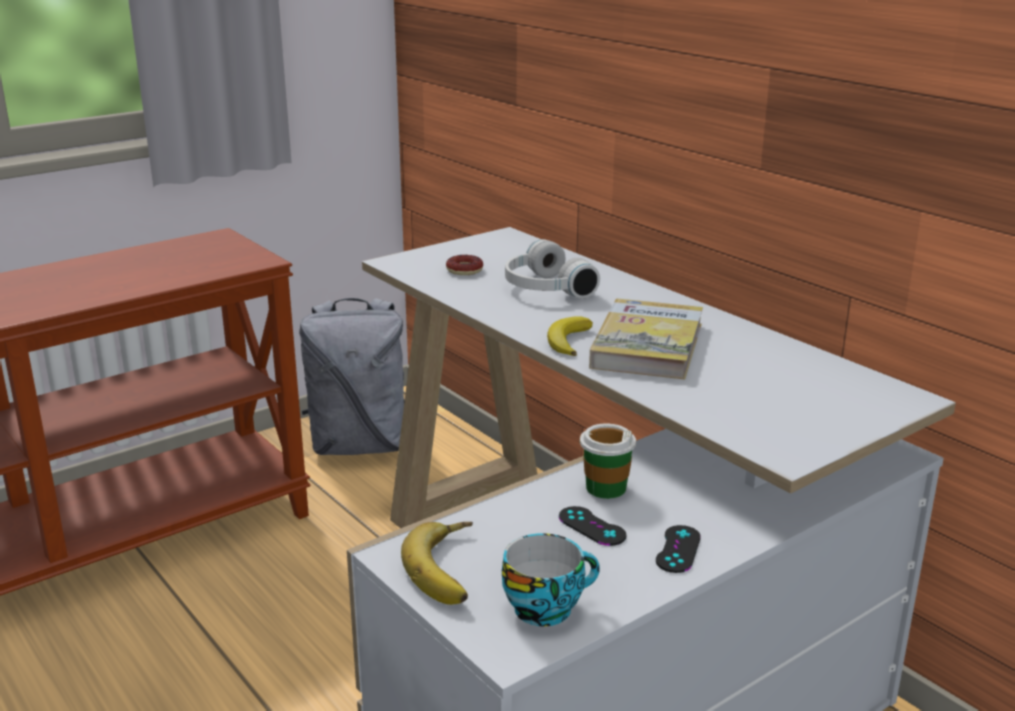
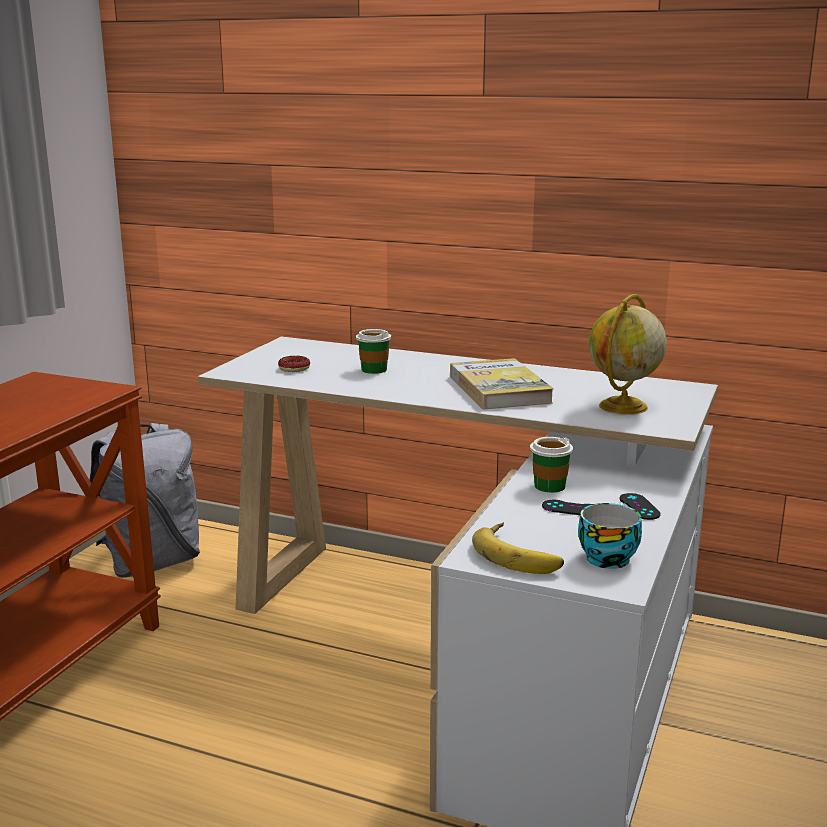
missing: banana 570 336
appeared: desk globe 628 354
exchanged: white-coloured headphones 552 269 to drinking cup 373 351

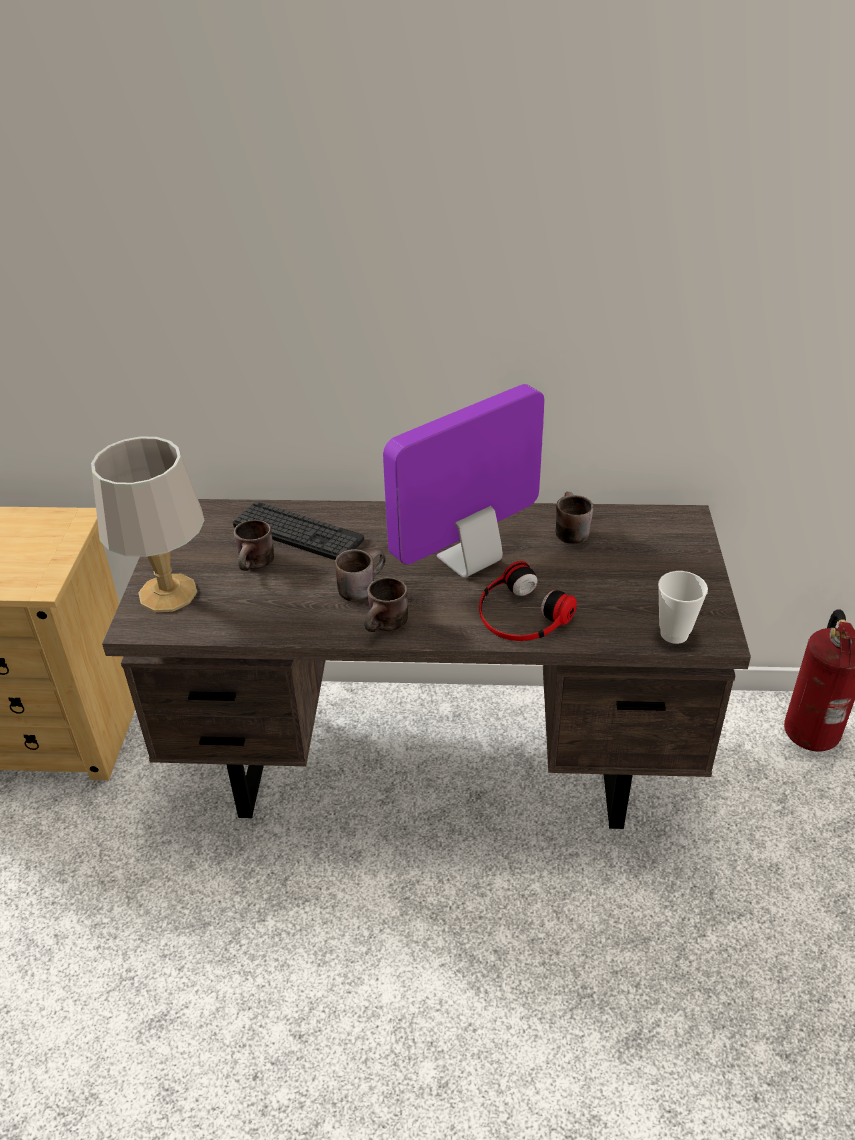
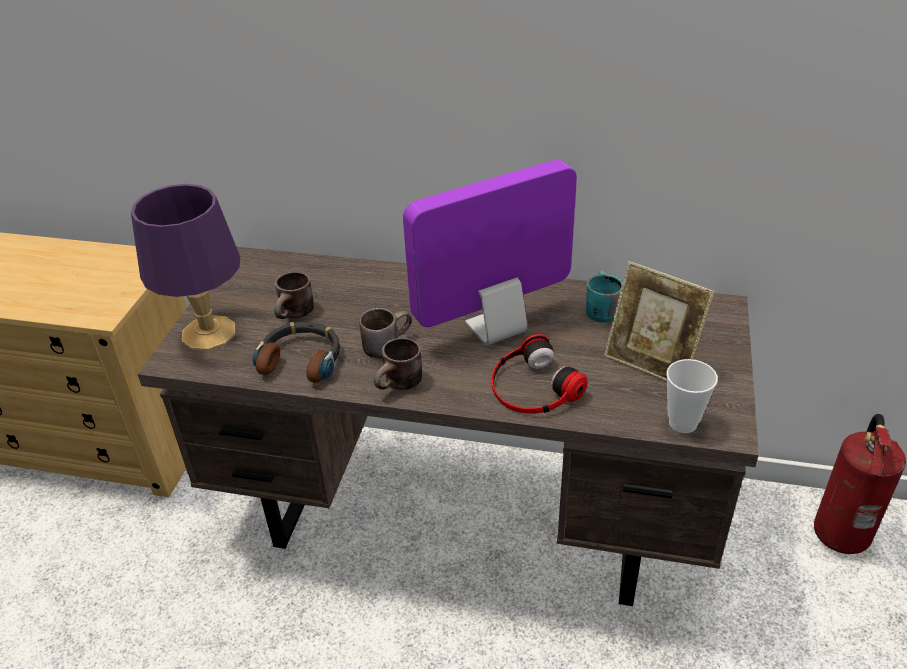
missing: keyboard 298 530
appeared: standing frame 659 321; headphones 296 352
colour: grey tabletop lamp 147 524 to purplish tabletop lamp 185 267; brown coffee mug 574 518 to turquoise coffee mug 604 297

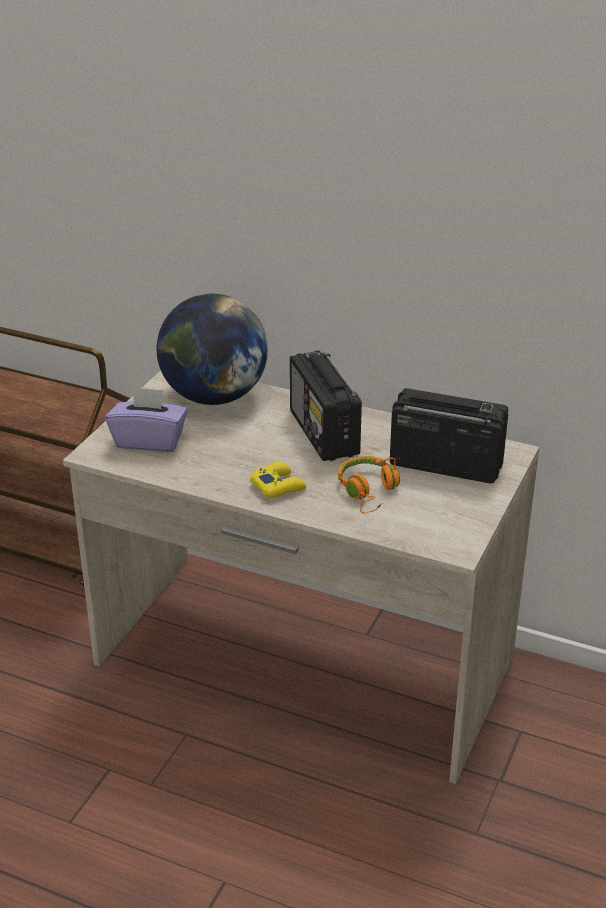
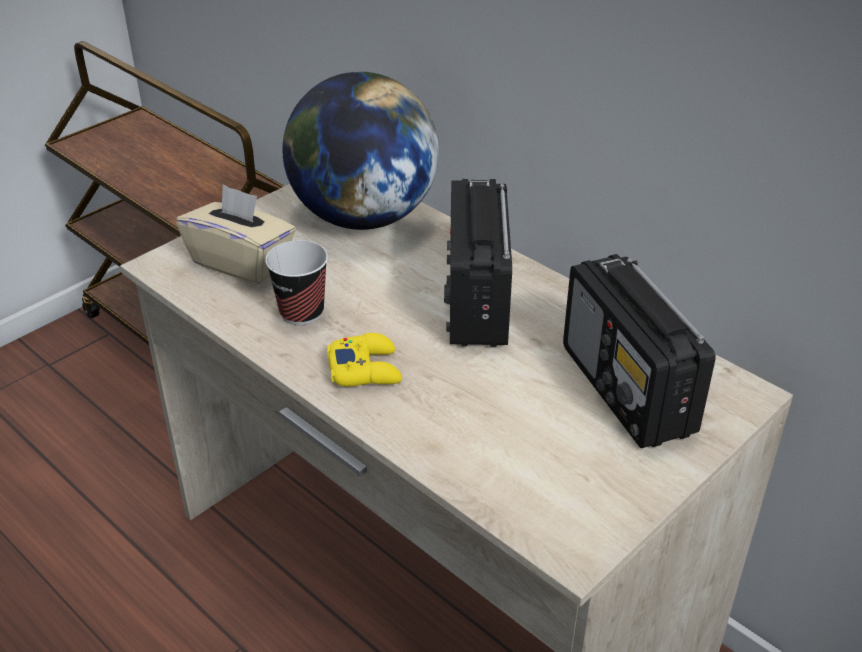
missing: orangey headphones 369 484
appeared: drinking cup 296 282
colour: purplish tissue holder 147 419 to beige tissue holder 236 234
spun: radio set 449 436 = 639 351 150 degrees counterclockwise

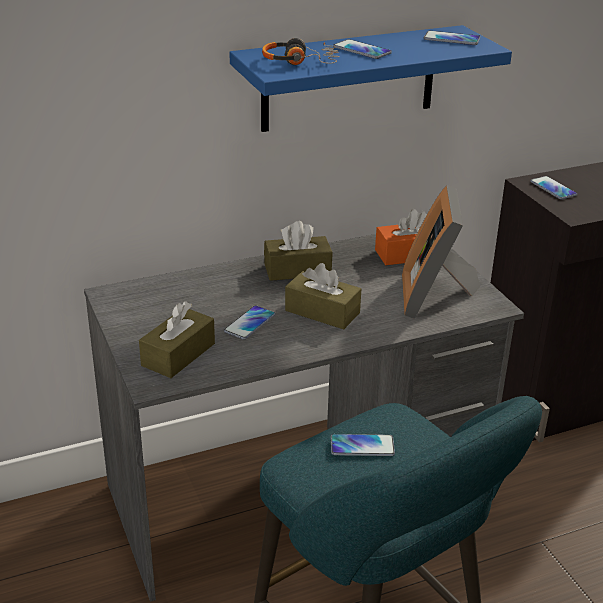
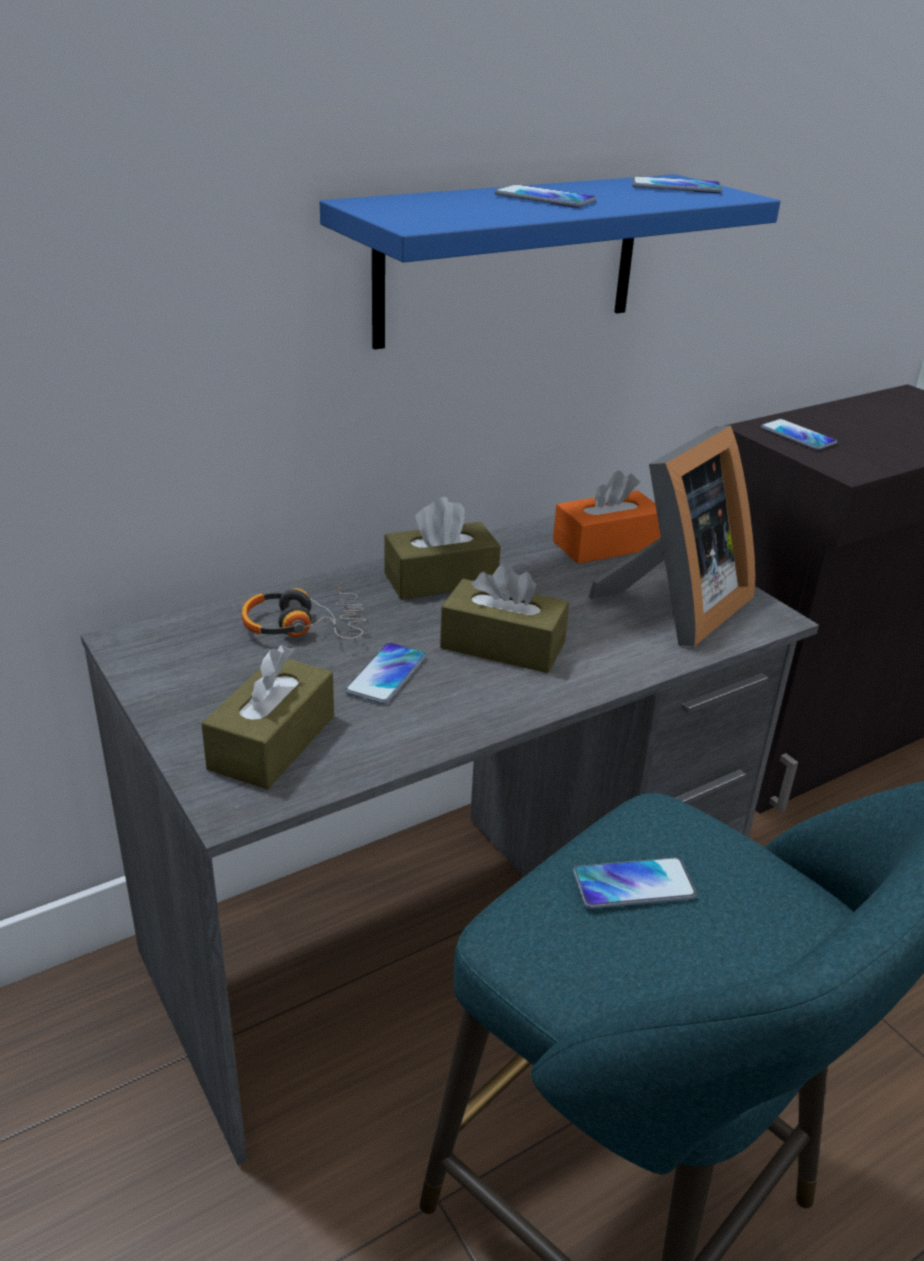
relocated: headphones 301 51 to 304 612
spun: standing frame 441 252 = 672 536 135 degrees counterclockwise

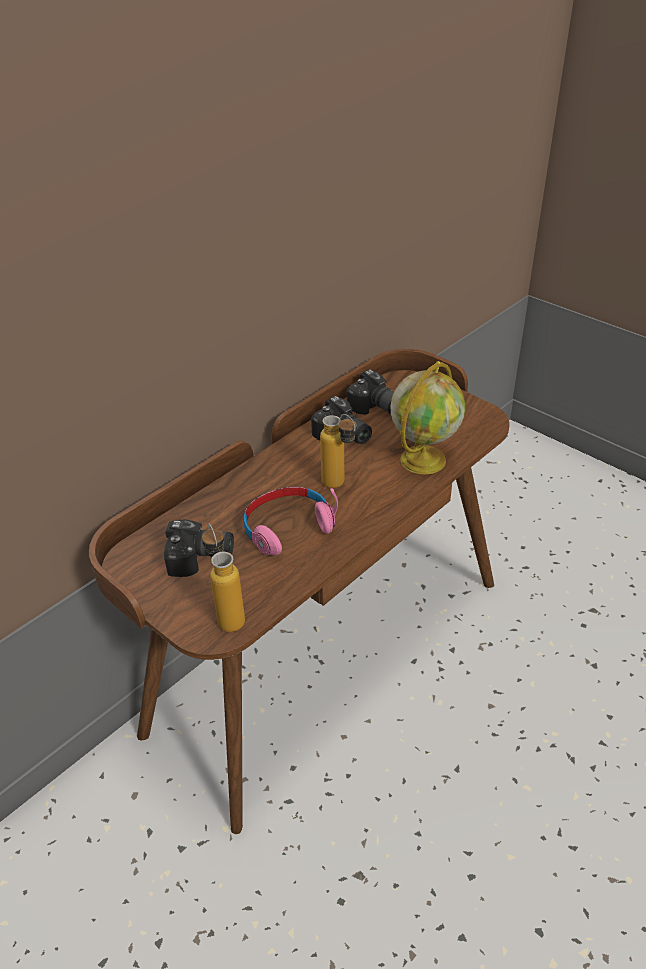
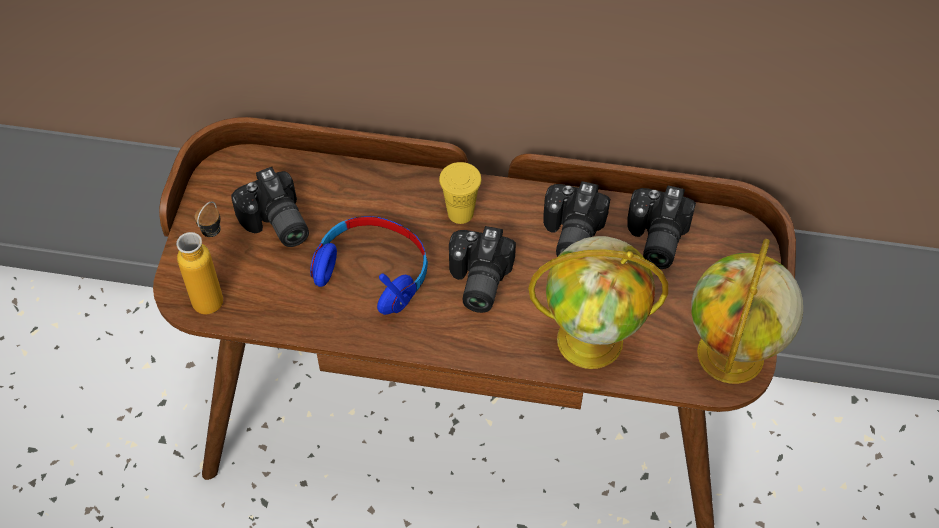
appeared: yellow-coloured drinking cup 460 193; desk globe 747 311
exchanged: bottle 338 451 to photo camera 482 269
colour: pinkish headphones 290 521 to blue headphones 369 265

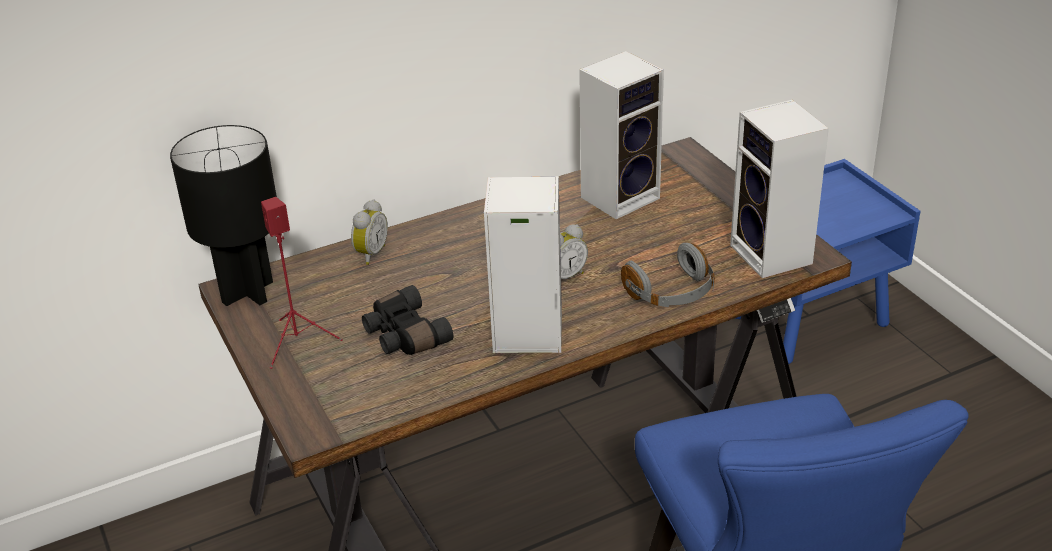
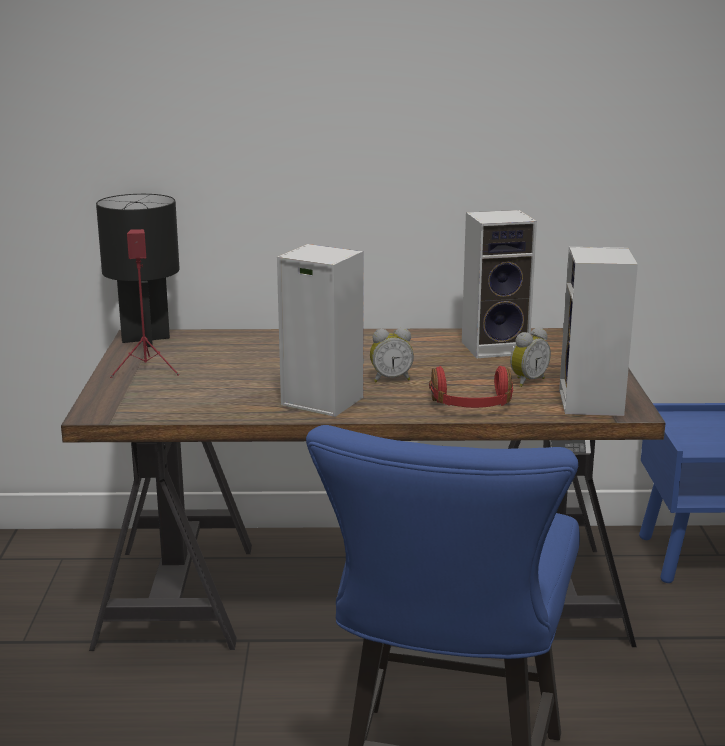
missing: black-coloured binoculars 408 320
relocated: table clock 369 232 to 530 357
colour: grey headphones 668 275 to red-coloured headphones 471 387

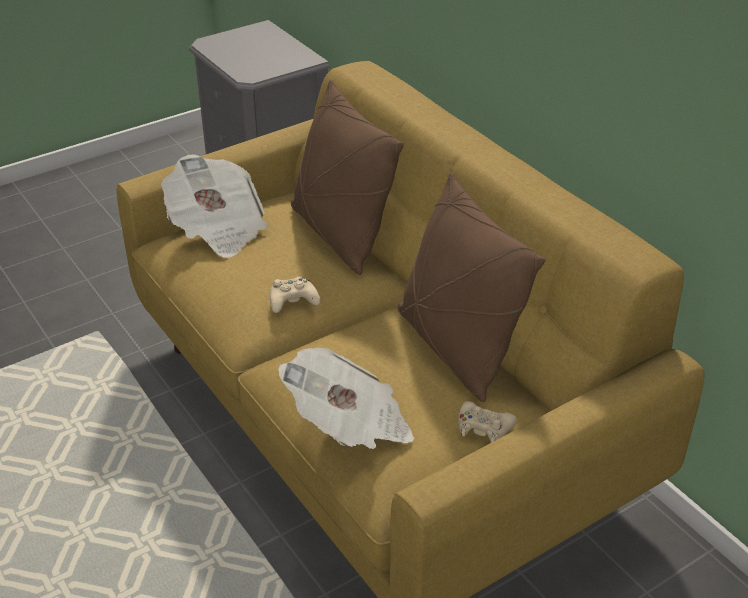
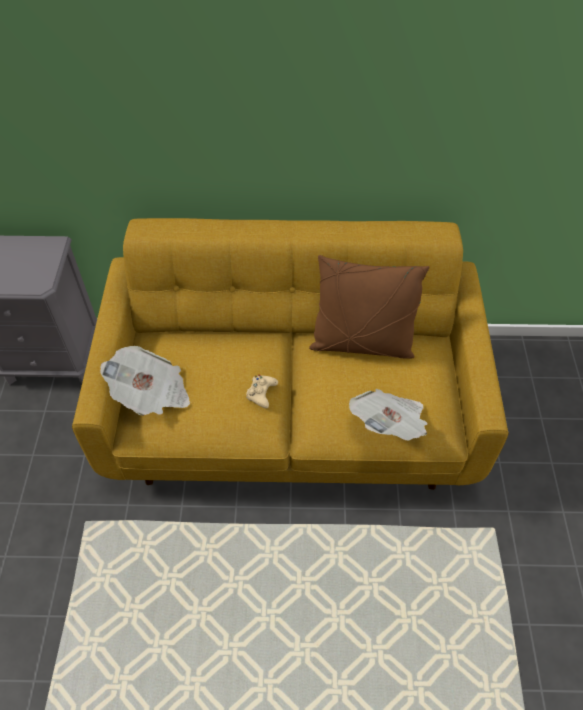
missing: brown throw pillow 347 177; beige game controller 487 422

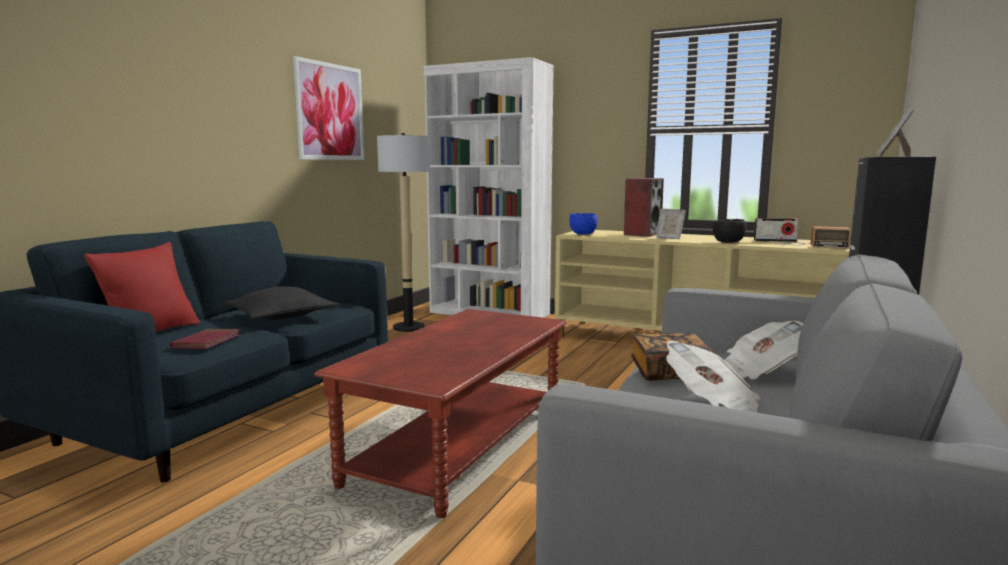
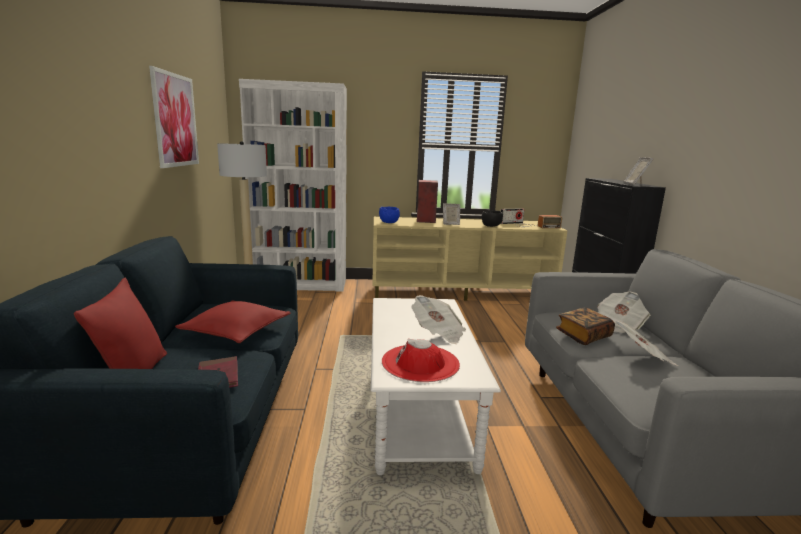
appeared: printed paper 439 319; red-coloured clothing hat 421 360
colour: black-coloured throw pillow 282 303 to red-coloured throw pillow 233 321; brown coffee table 440 413 to white-coloured coffee table 436 386

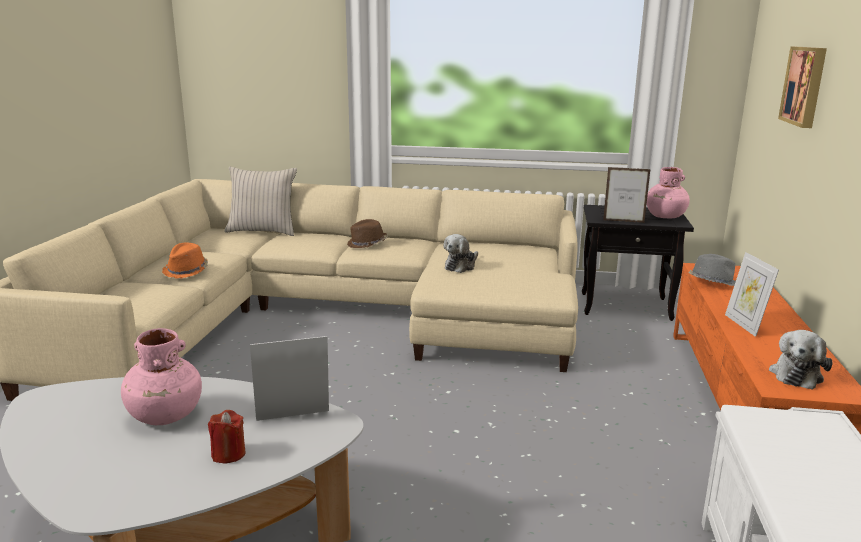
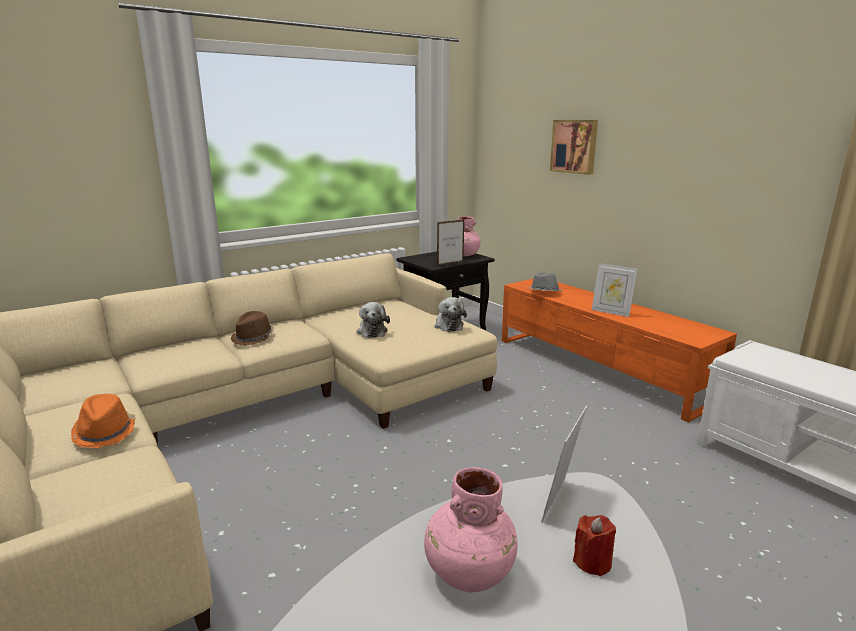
missing: beige throw pillow 260 201
relocated: soft toy 801 359 to 450 314

